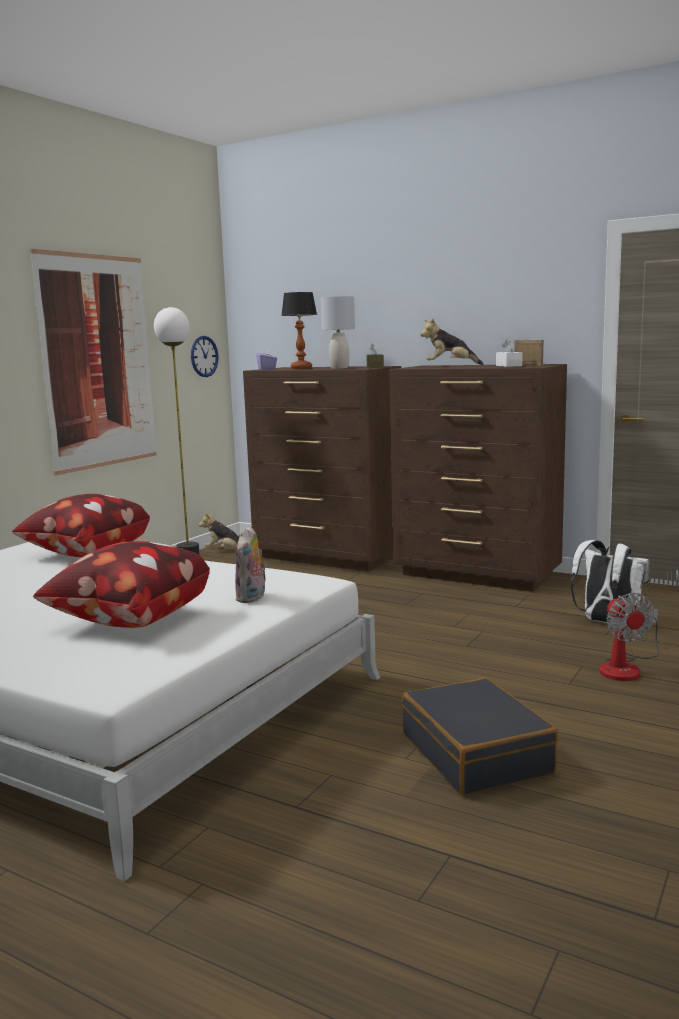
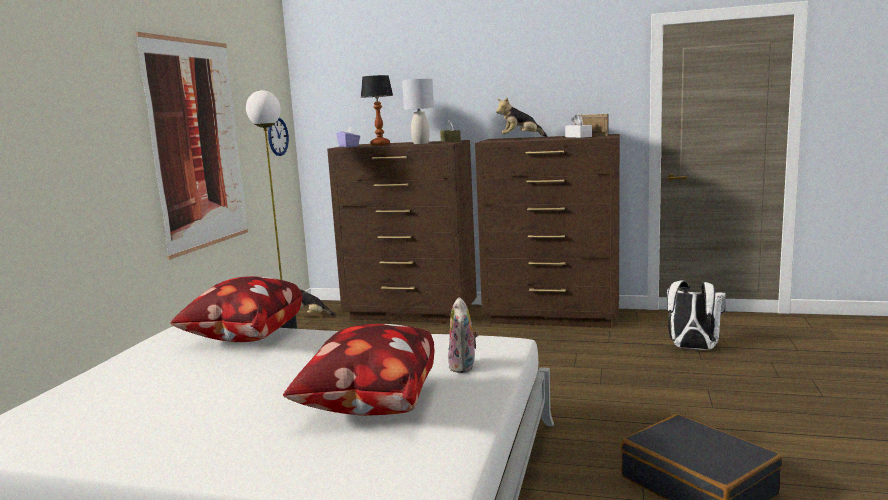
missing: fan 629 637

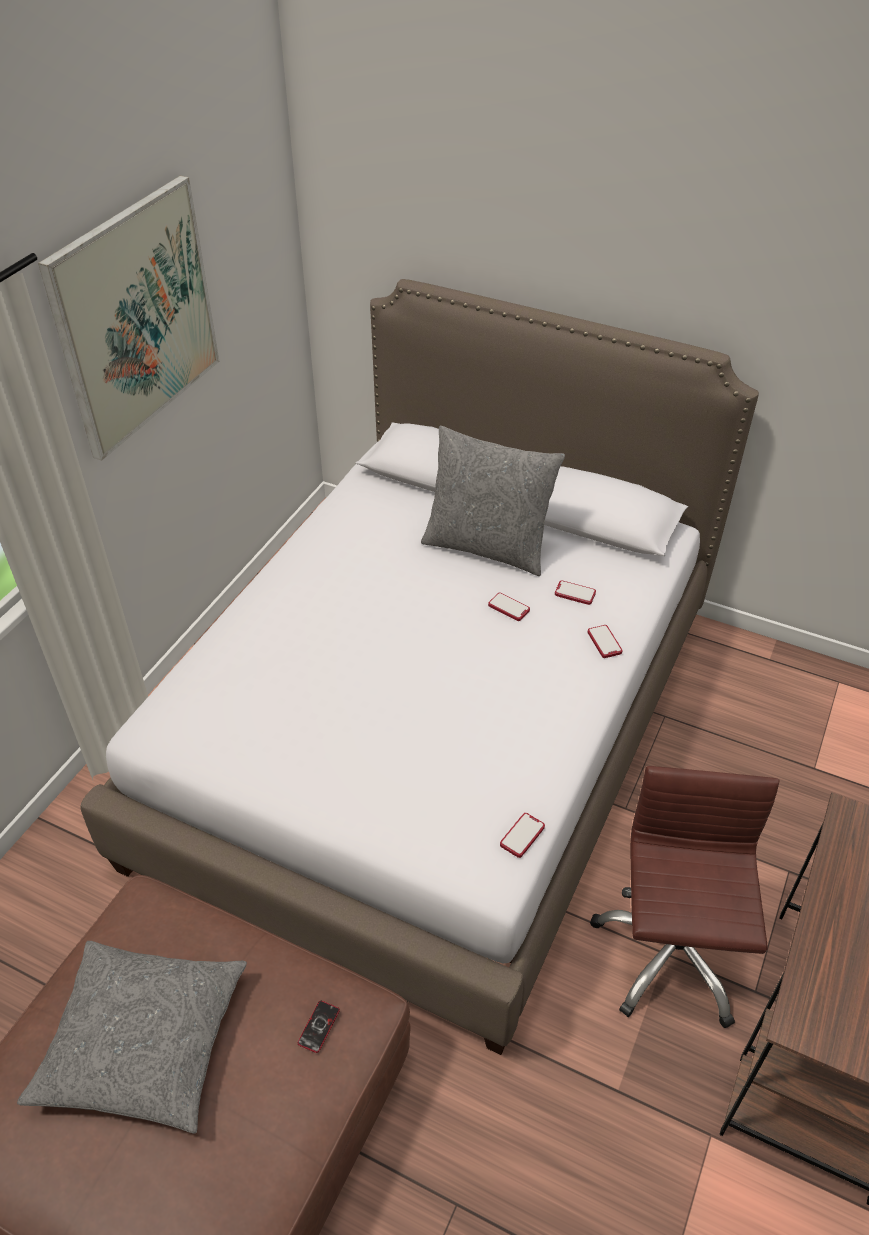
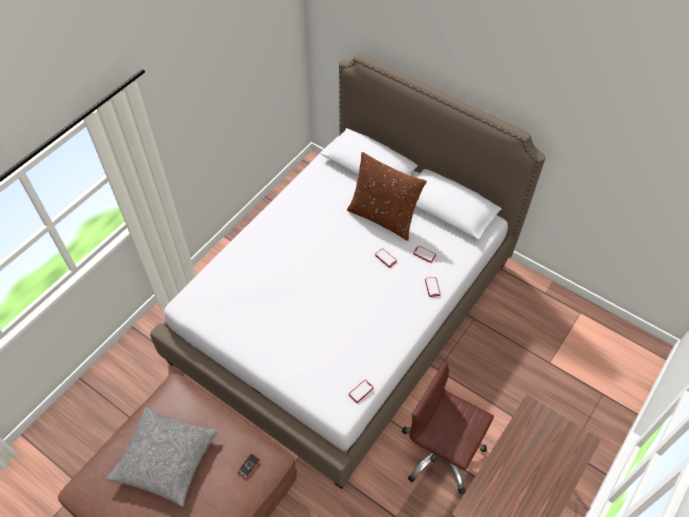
missing: picture 128 318
colour: grey throw pillow 493 501 to brown throw pillow 387 196
spun: brown office chair 685 897 = 448 427 75 degrees counterclockwise

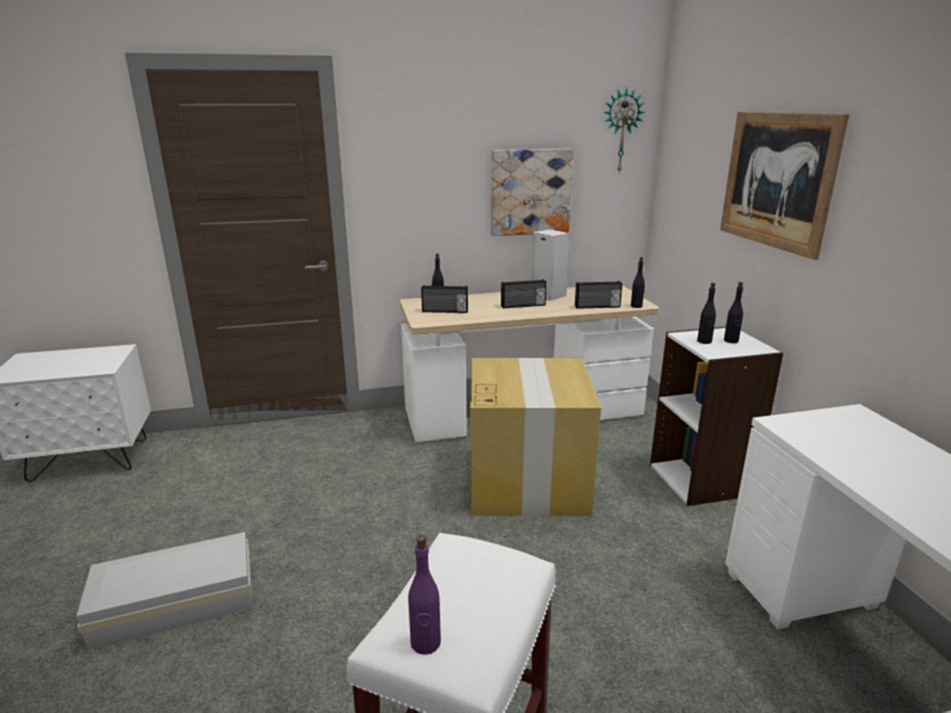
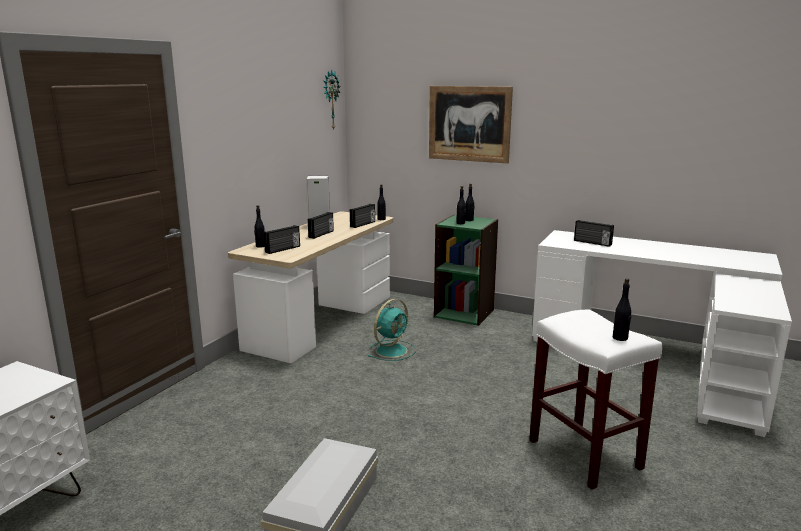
missing: picture 532 192
appeared: radio set 594 233
exchanged: packing box 535 437 to turquoise fan 391 330
colour: white-coloured bookcase 717 416 to greenish bookcase 466 270; purplish bottle 424 595 to black-coloured bottle 622 309

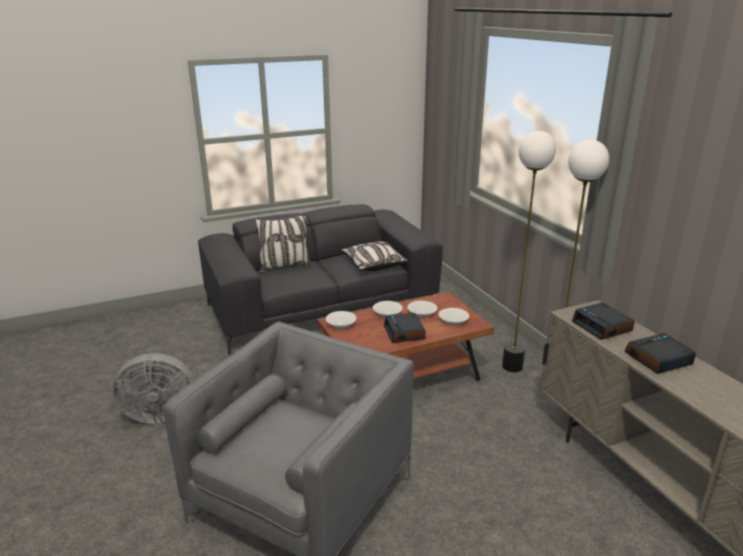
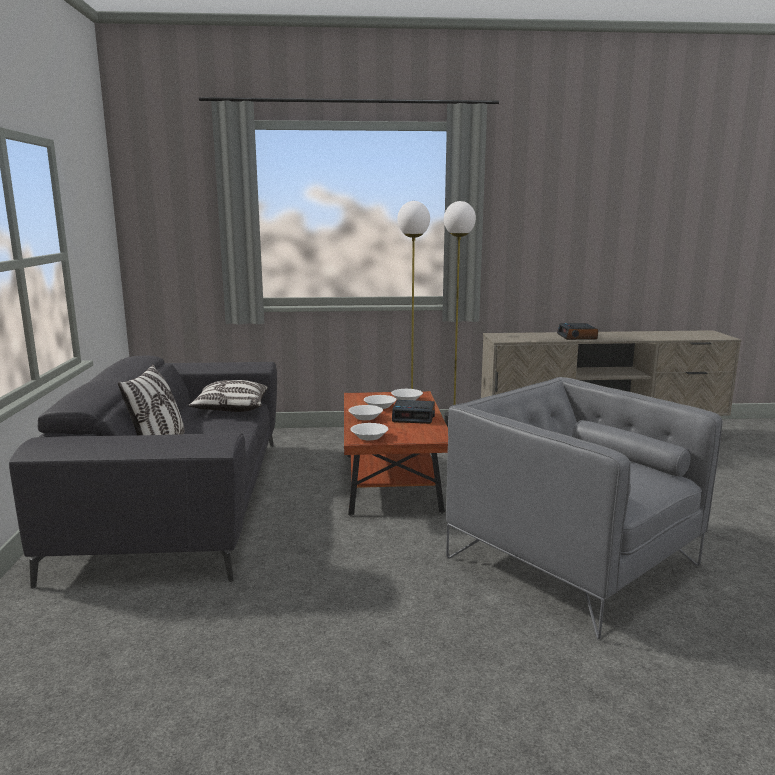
missing: table clock 603 321; grey fan 153 388

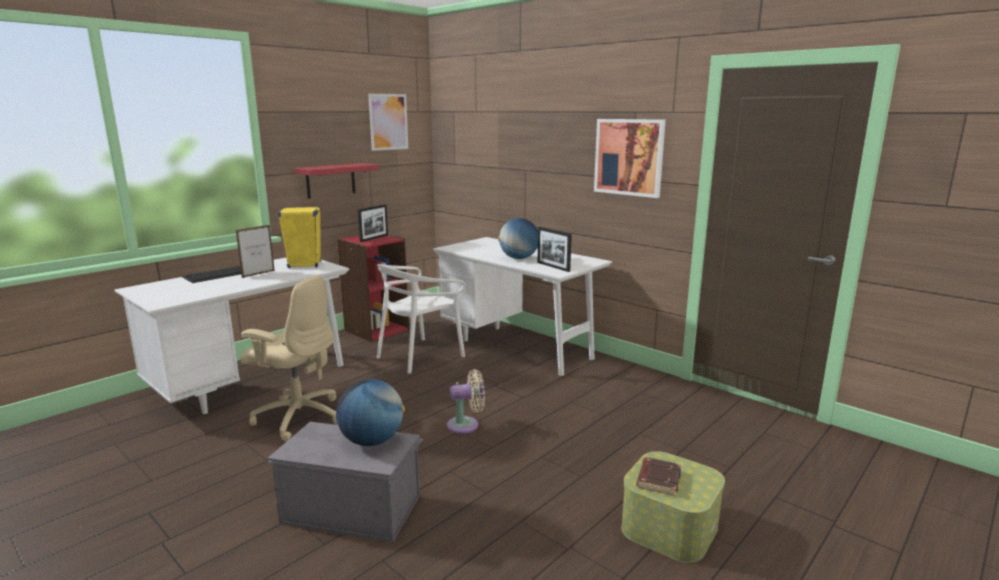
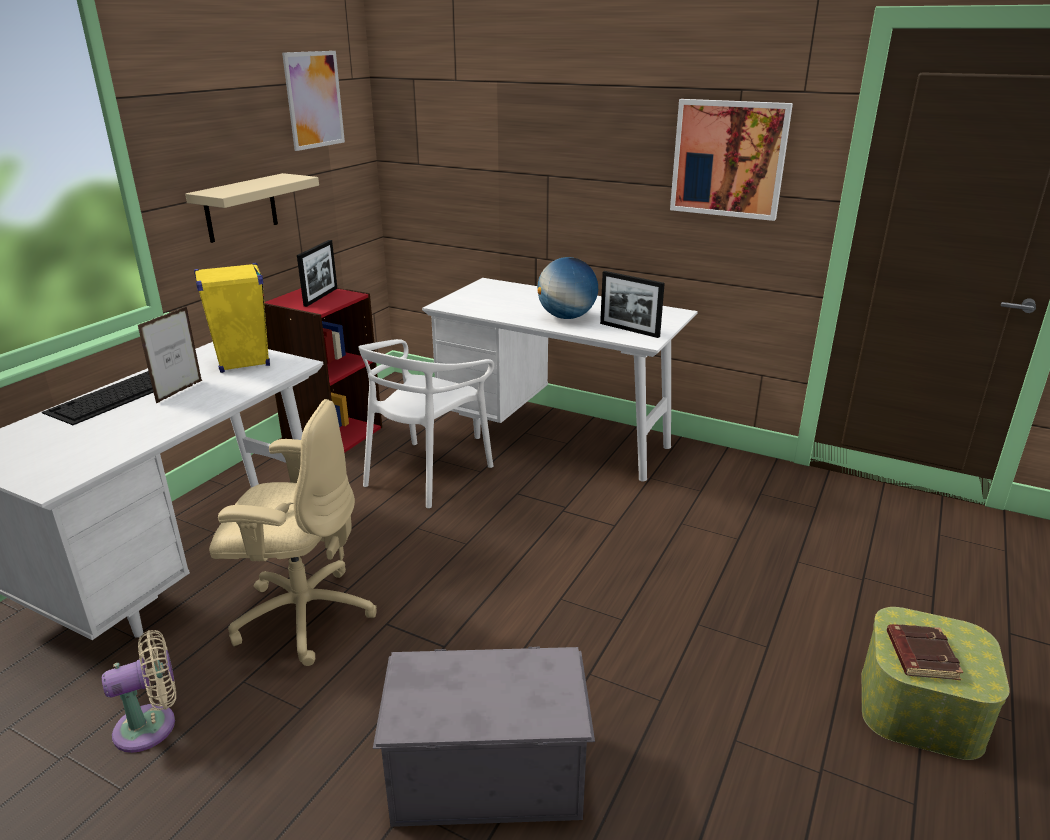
missing: desk globe 370 412
relocated: beige fan 466 401 to 139 691
colour: red-coloured bracket shelf 336 181 to beige bracket shelf 252 208

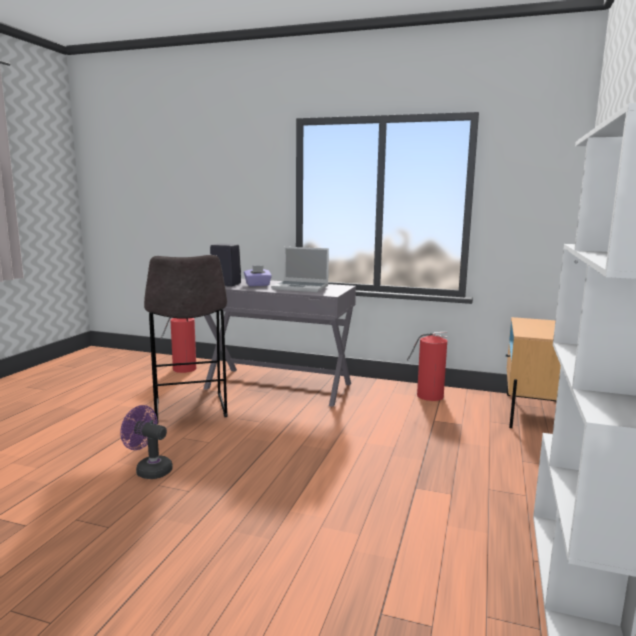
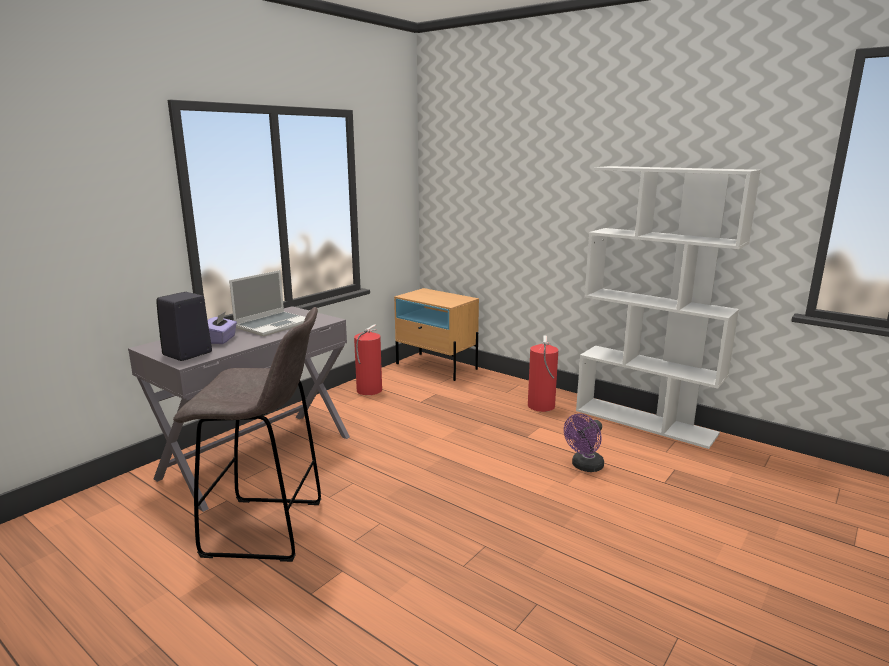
relocated: fire-fighting cylinder 178 345 to 543 374; purplish fan 146 442 to 584 443

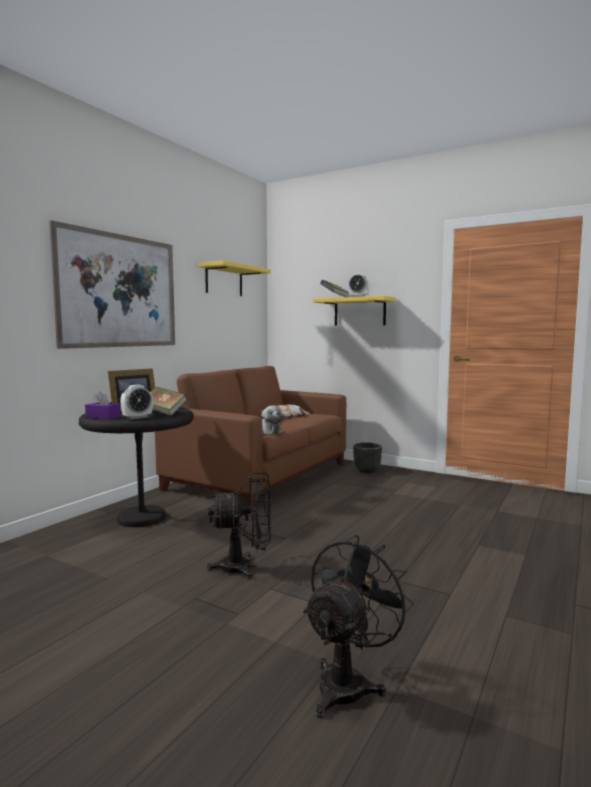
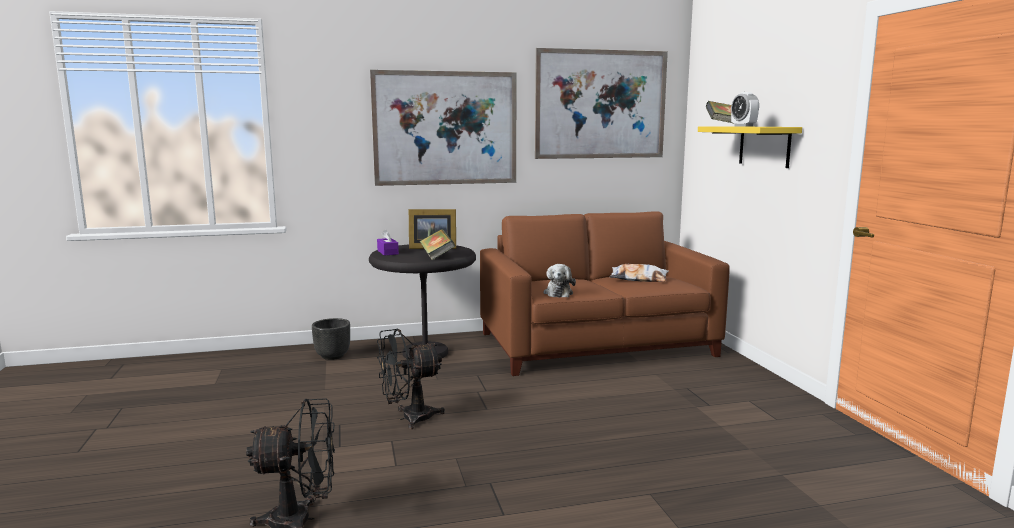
missing: table clock 136 402
relocated: black-coloured plant pot 367 457 to 331 339
exchanged: yellow-coloured bracket shelf 234 278 to picture 601 103
spun: black-coloured fan 239 526 = 411 378 120 degrees clockwise

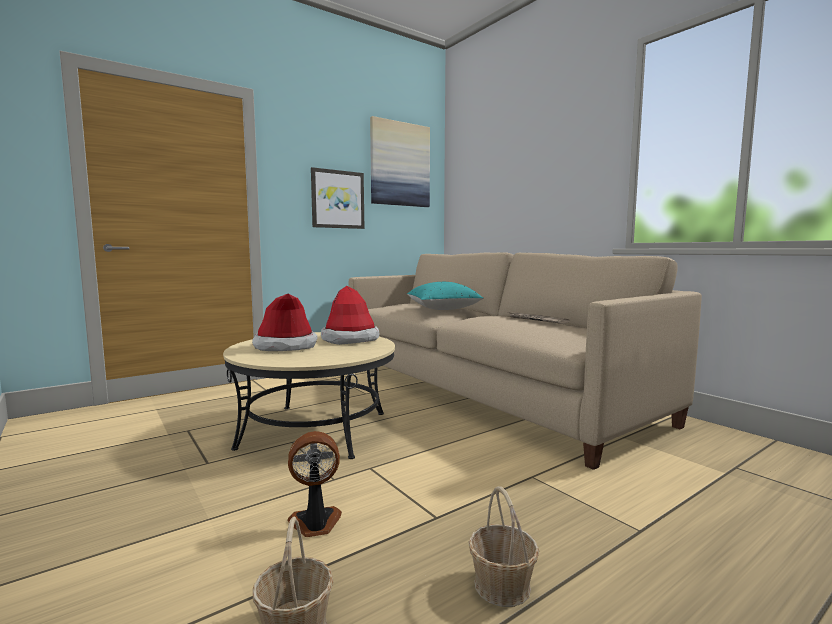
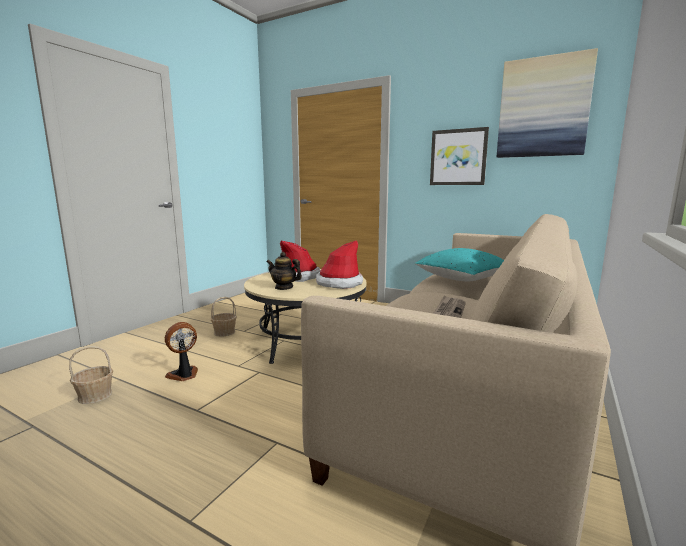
appeared: pot for tea 284 271
relocated: storage basket 503 546 to 223 316
spun: fan 315 484 = 181 351 90 degrees counterclockwise

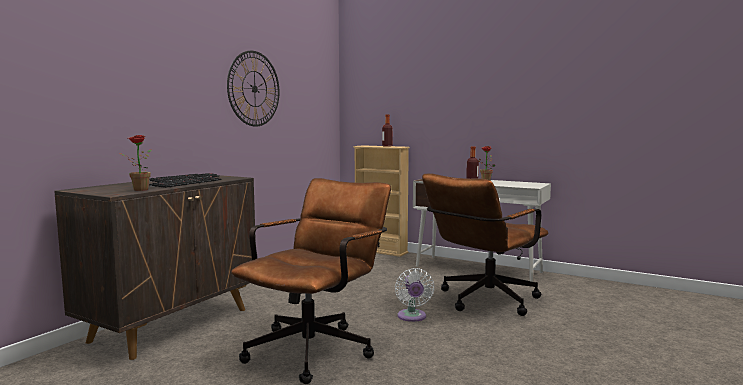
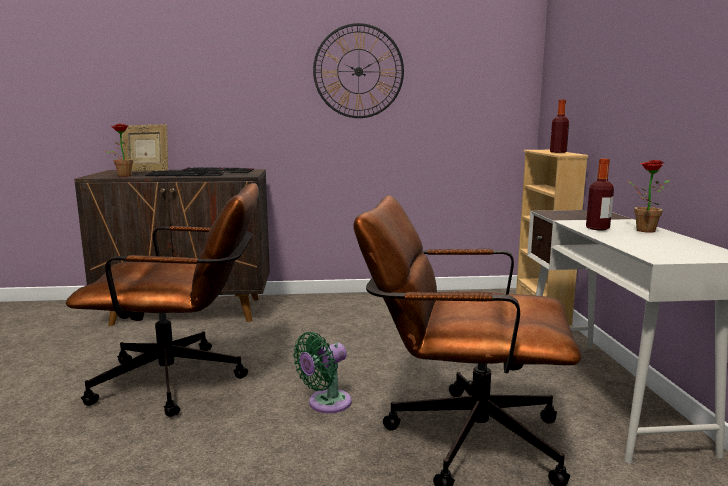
appeared: standing frame 145 148
colour: white-coloured fan 414 295 to greenish fan 322 372

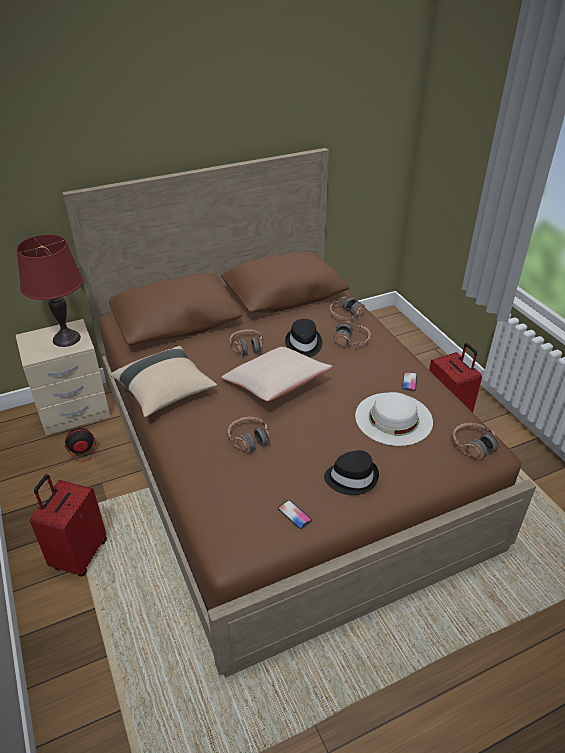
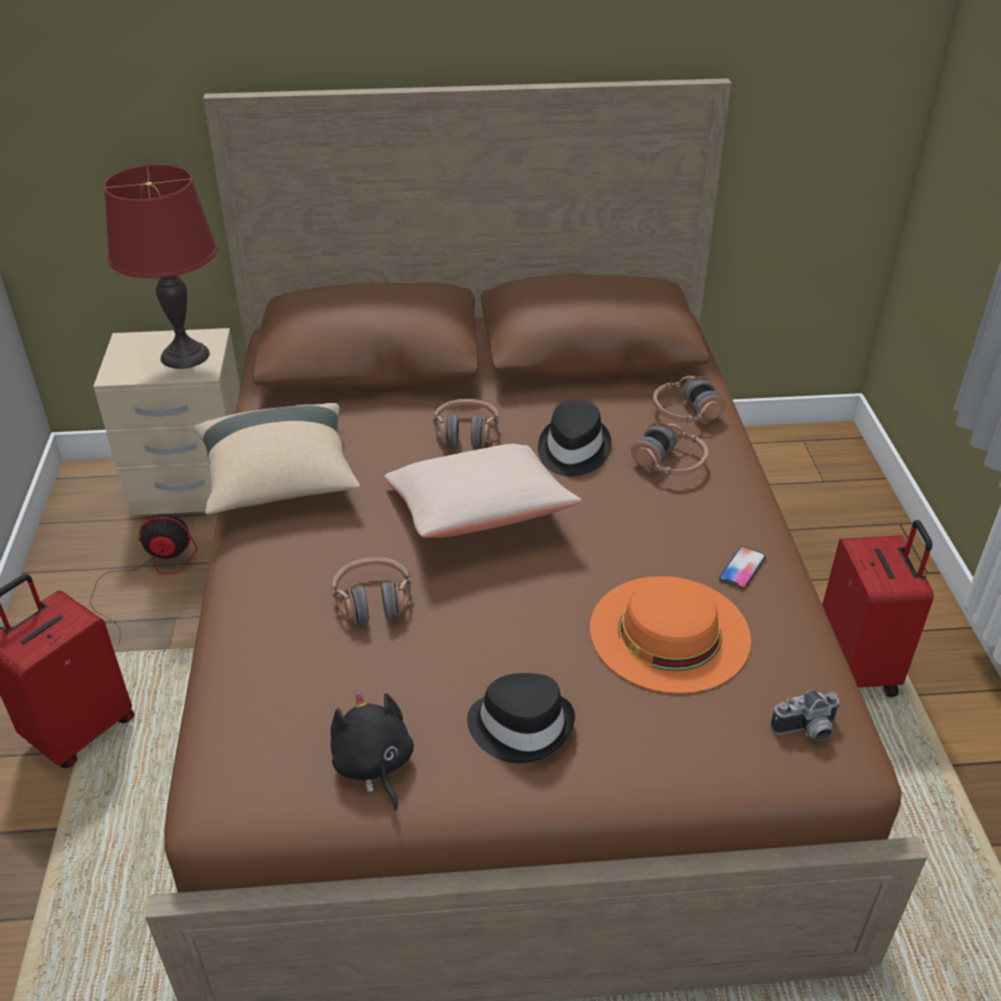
exchanged: headphones 476 441 to photo camera 805 715; handset 295 514 to black-coloured soft toy 372 751
colour: white-coloured clothing hat 394 419 to orangey clothing hat 670 635

